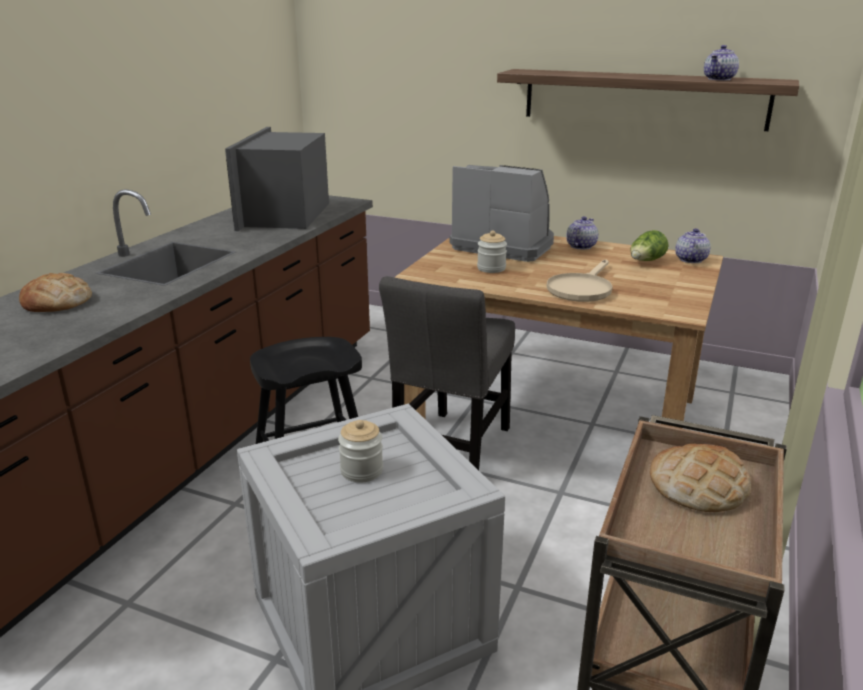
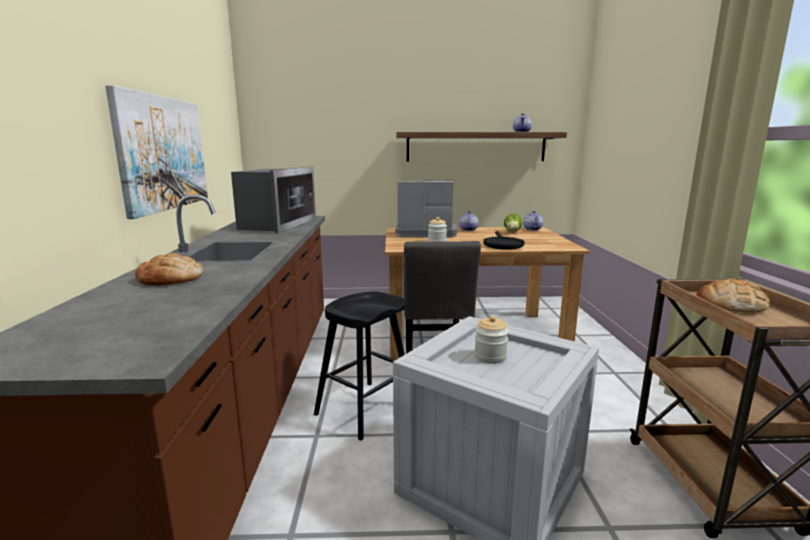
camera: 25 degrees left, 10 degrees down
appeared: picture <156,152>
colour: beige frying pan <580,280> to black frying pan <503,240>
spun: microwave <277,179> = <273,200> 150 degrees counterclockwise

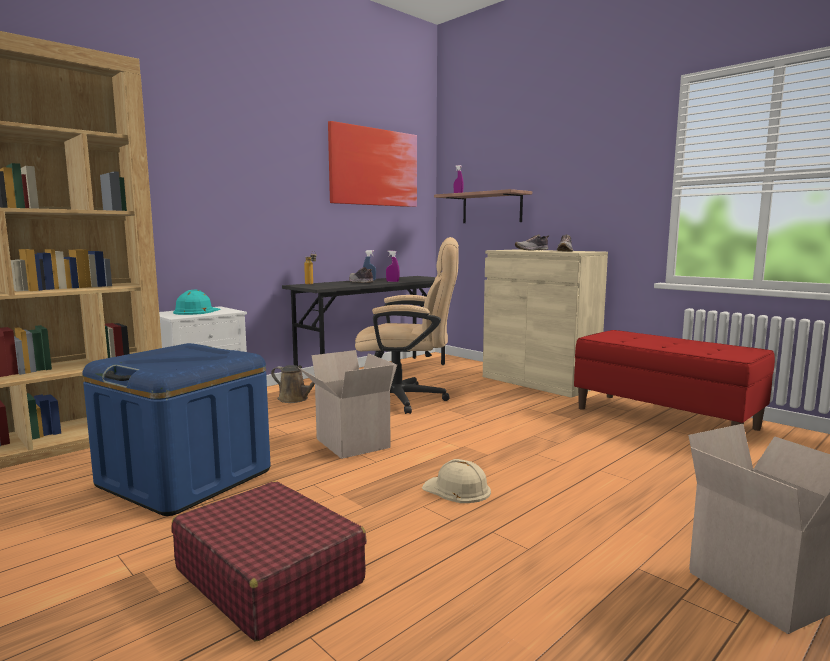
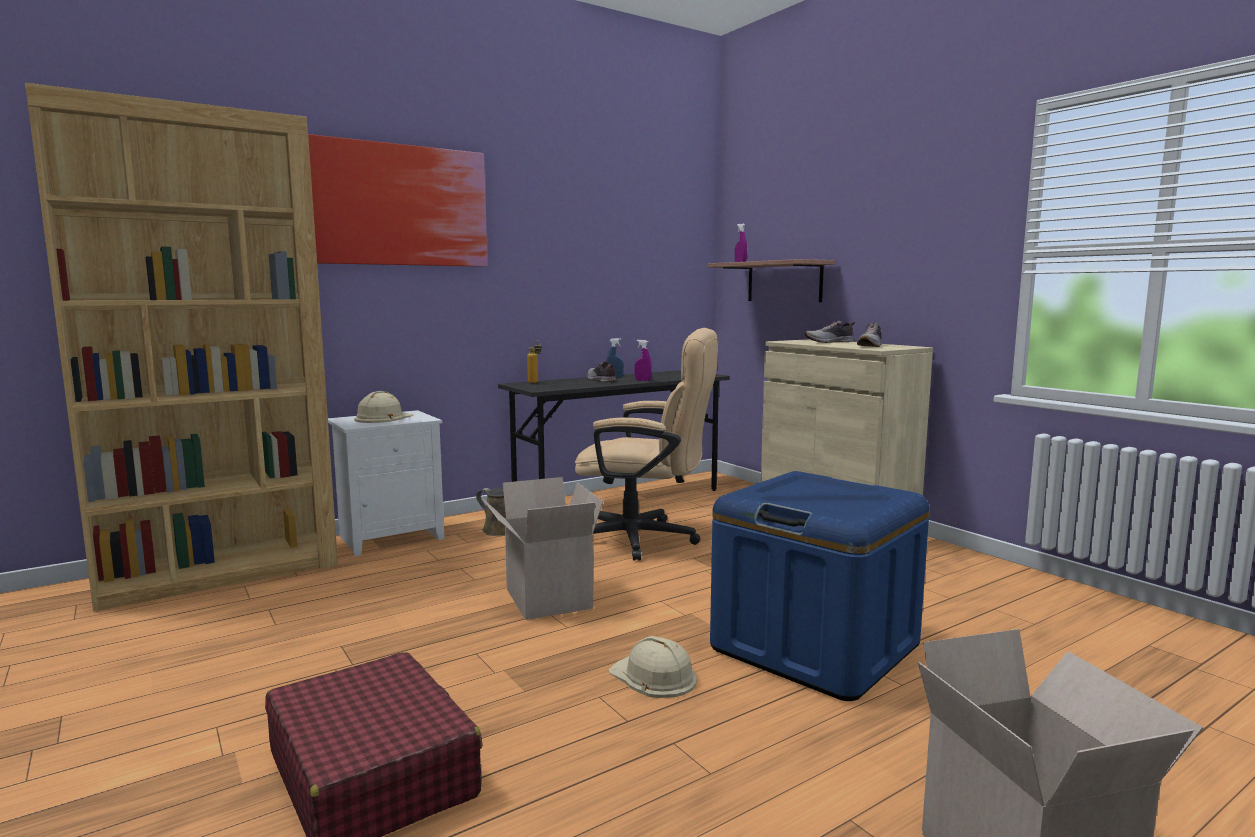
camera: 10 degrees right, 0 degrees up
missing: red bench <674,380>
relocated: blue storage box <176,429> to <820,586>; picture <372,164> to <398,200>
colour: turquoise hard hat <197,302> to beige hard hat <384,407>

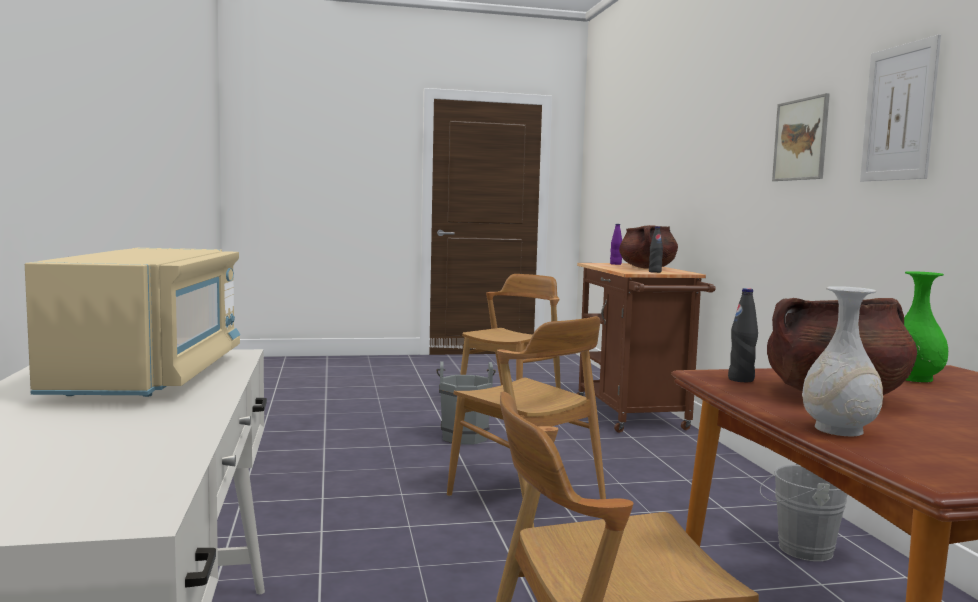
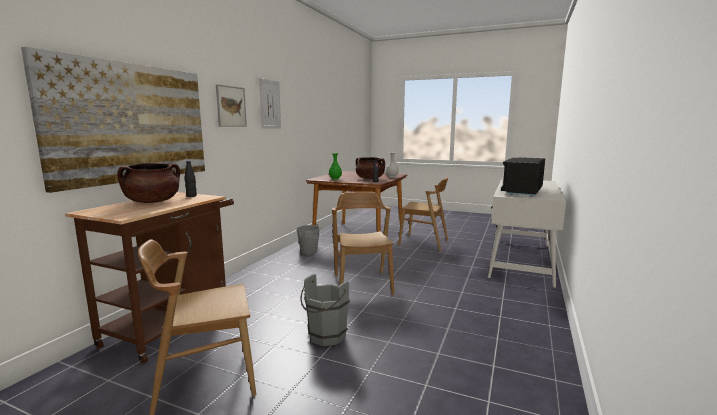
camera: 145 degrees left, 5 degrees up
missing: purple bottle <616,244>
appeared: picture <113,120>
colour: beige microwave <132,322> to black microwave <523,177>

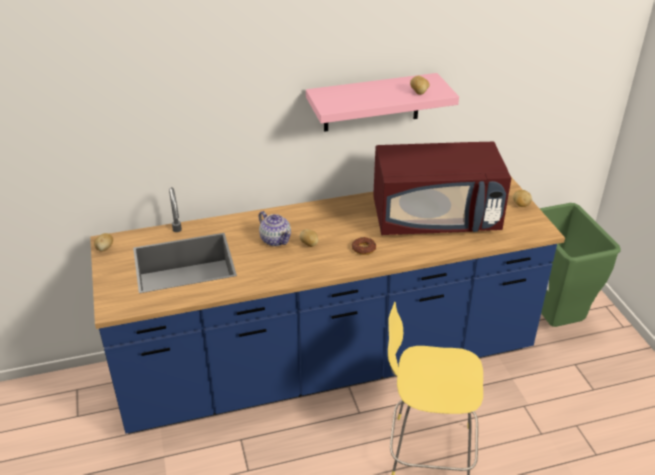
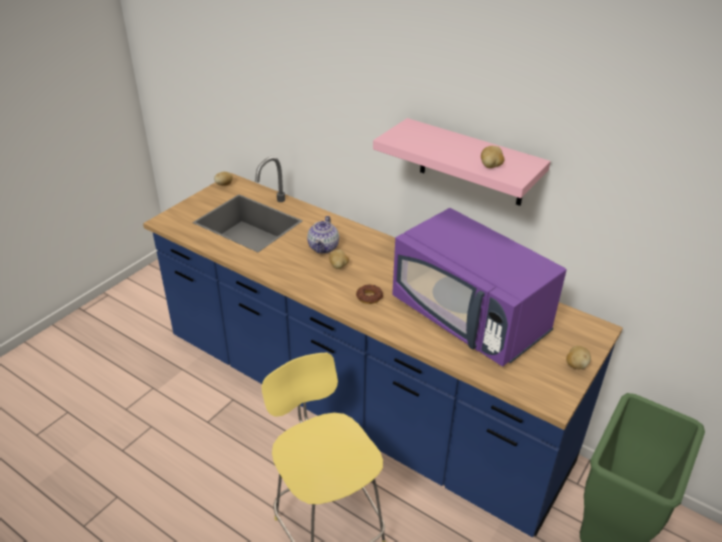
camera: 50 degrees right, 0 degrees up
colour: red microwave <442,188> to purple microwave <479,287>

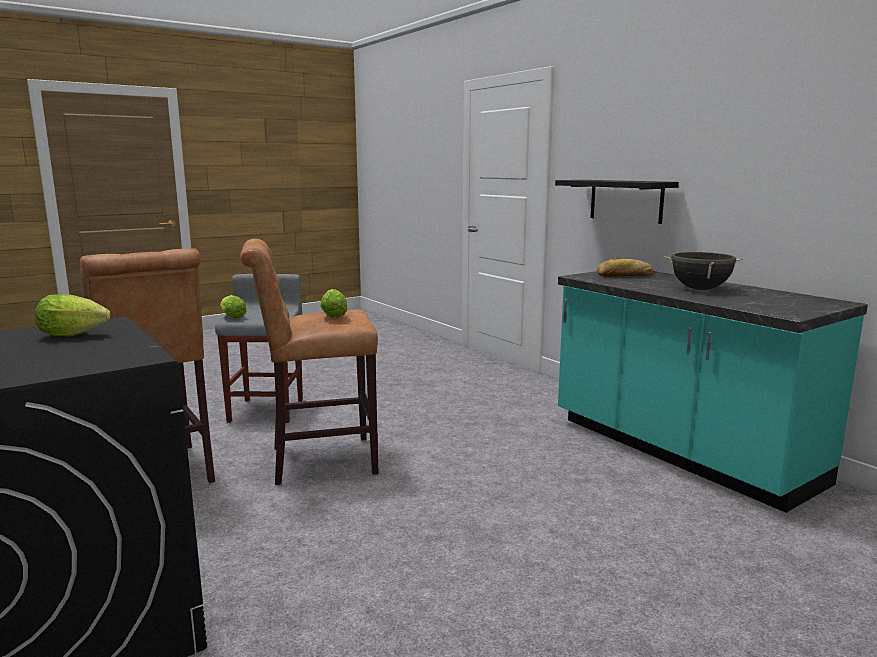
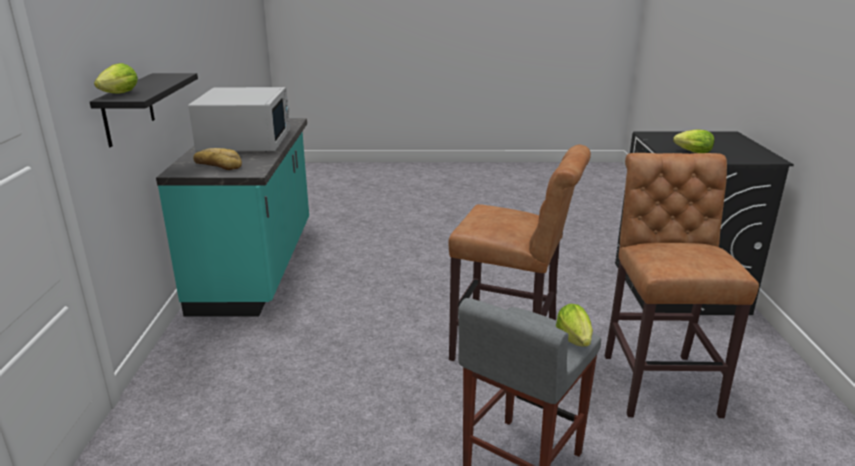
camera: 145 degrees left, 10 degrees up
relocated: lettuce <334,303> to <116,78>
exchanged: black cooking pot <703,271> to white microwave <239,119>

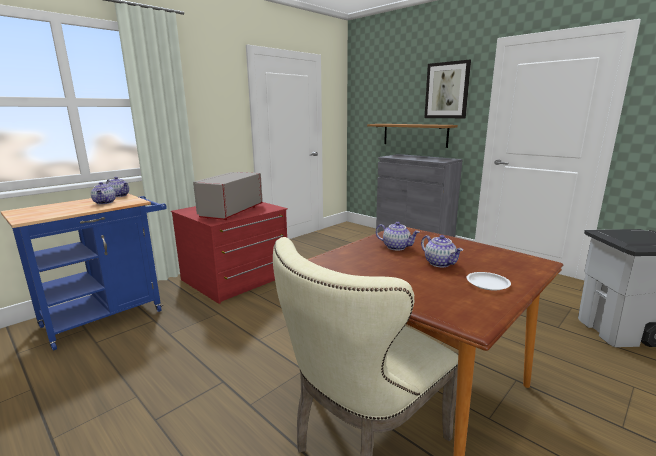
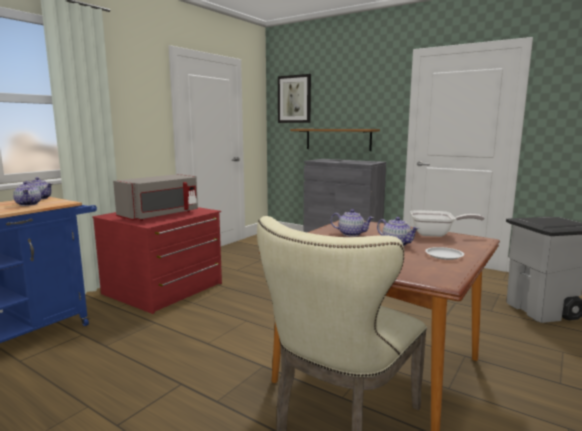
camera: 10 degrees left, 5 degrees down
appeared: frying pan <447,223>
relocated: picture <447,89> to <294,98>
spun: grey microwave <228,196> = <155,197> 150 degrees counterclockwise

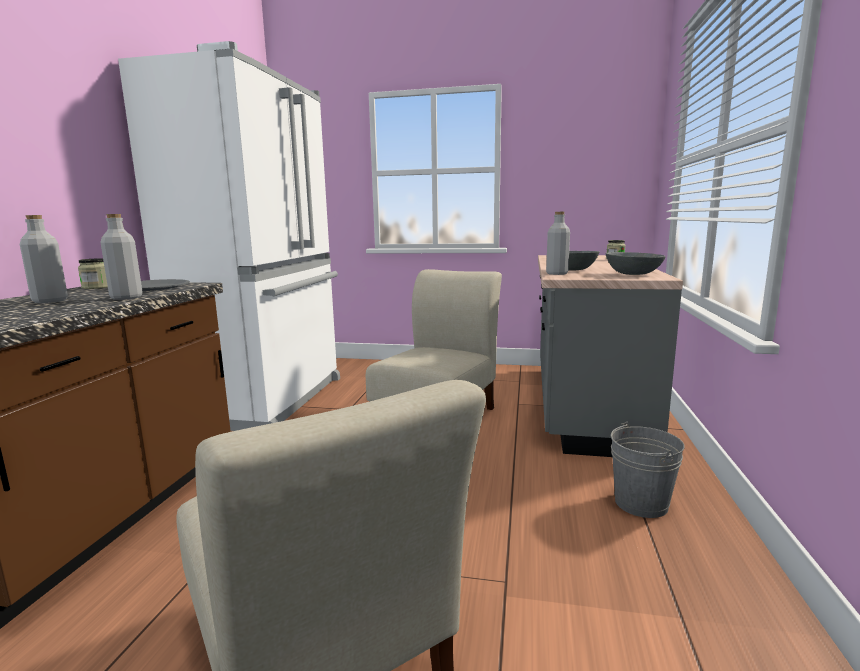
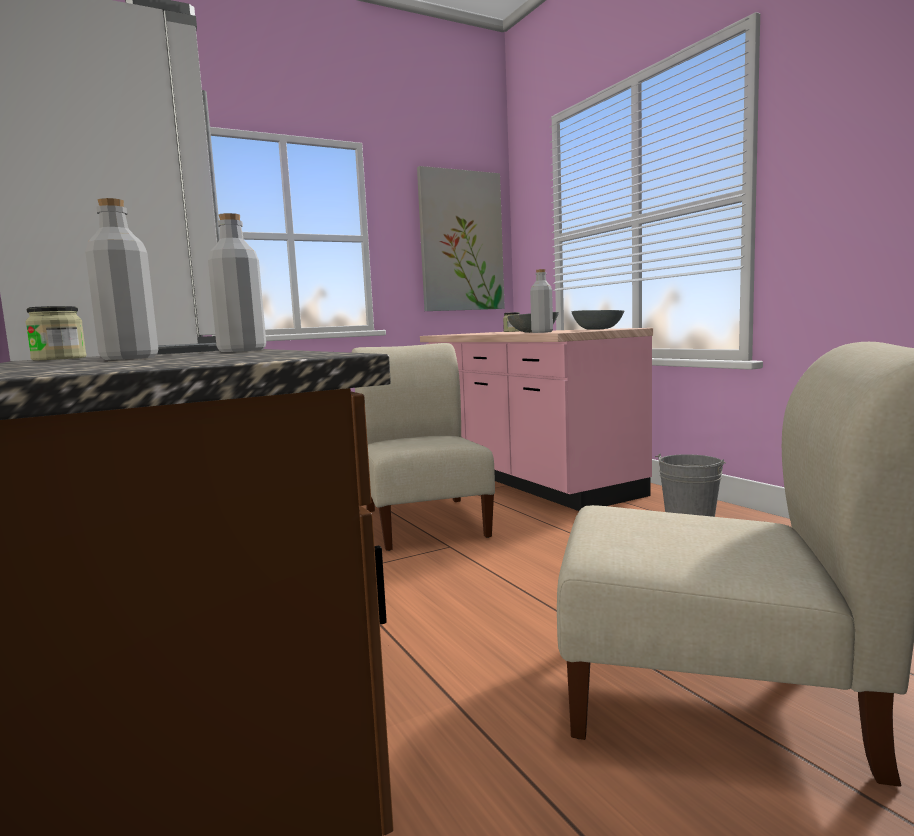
camera: 40 degrees left, 5 degrees down
appeared: picture <461,238>
colour: grey counter <610,356> to pink counter <536,419>

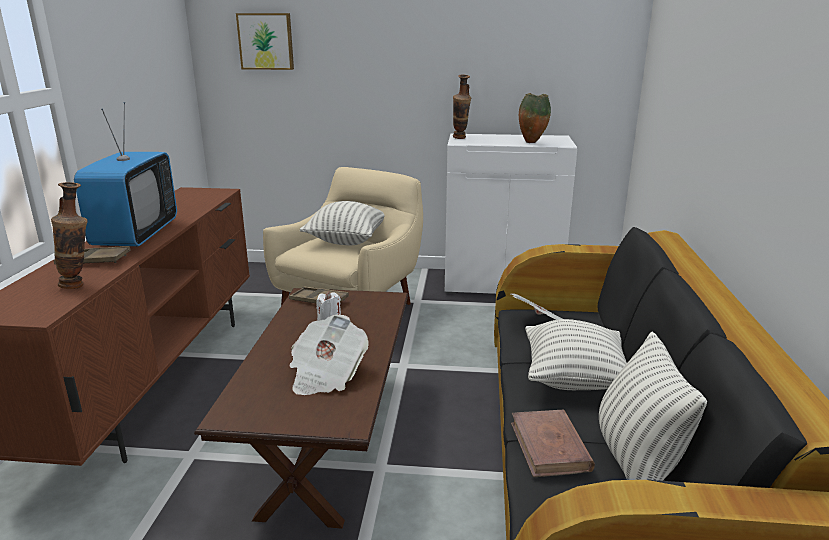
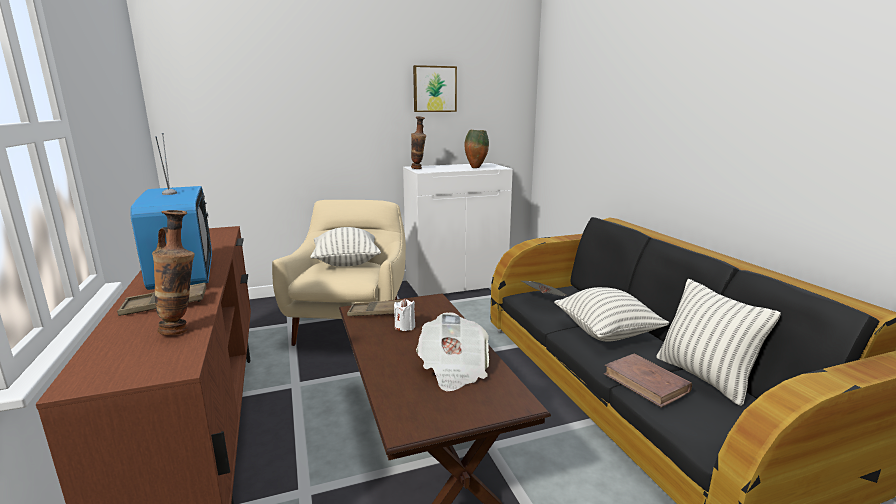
camera: 25 degrees left, 5 degrees down
relocated: picture <265,41> to <435,88>

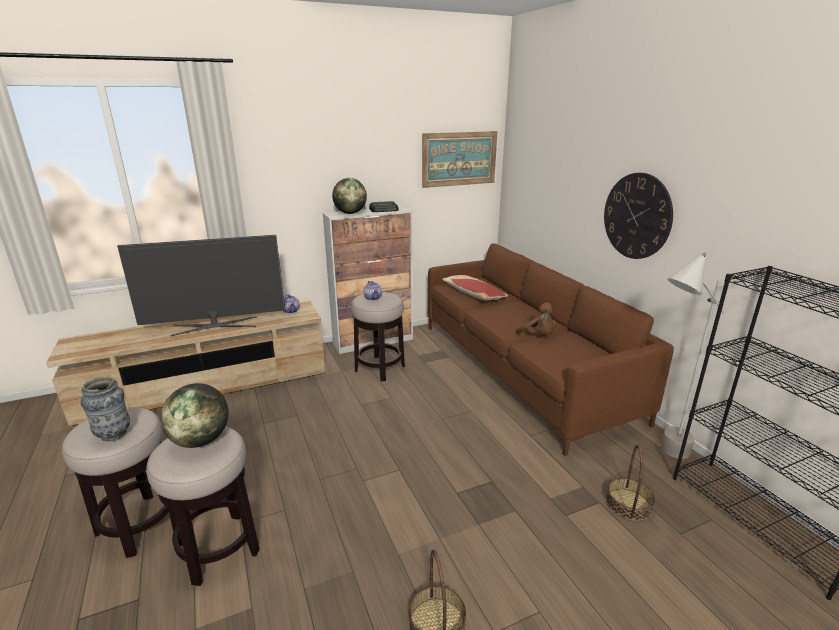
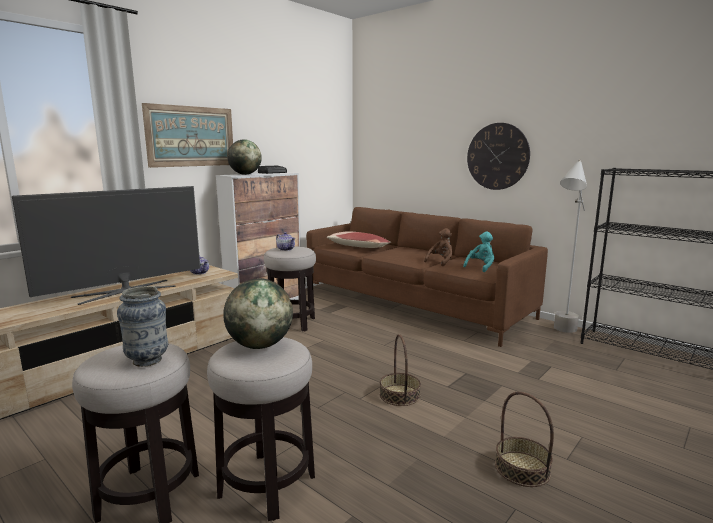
camera: 25 degrees left, 10 degrees down
appeared: turquoise plush toy <479,252>
relocated: picture <459,159> to <187,135>; basket <630,483> to <400,370>
spun: brown plush toy <536,318> = <438,247> 75 degrees counterclockwise

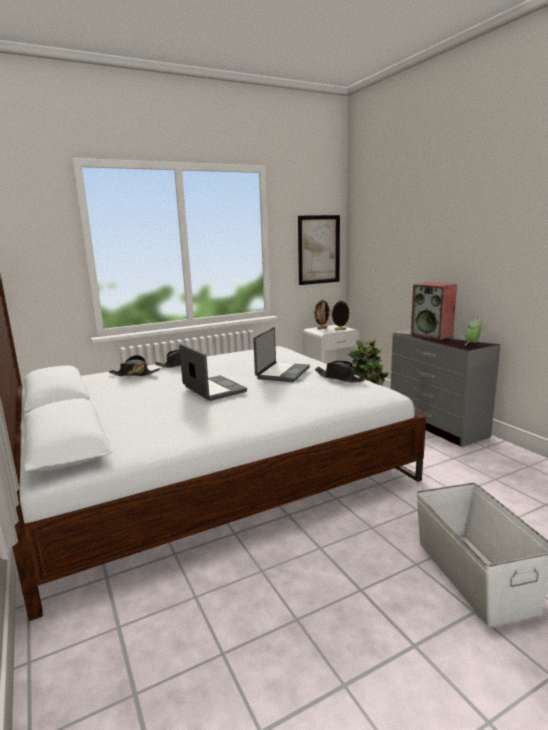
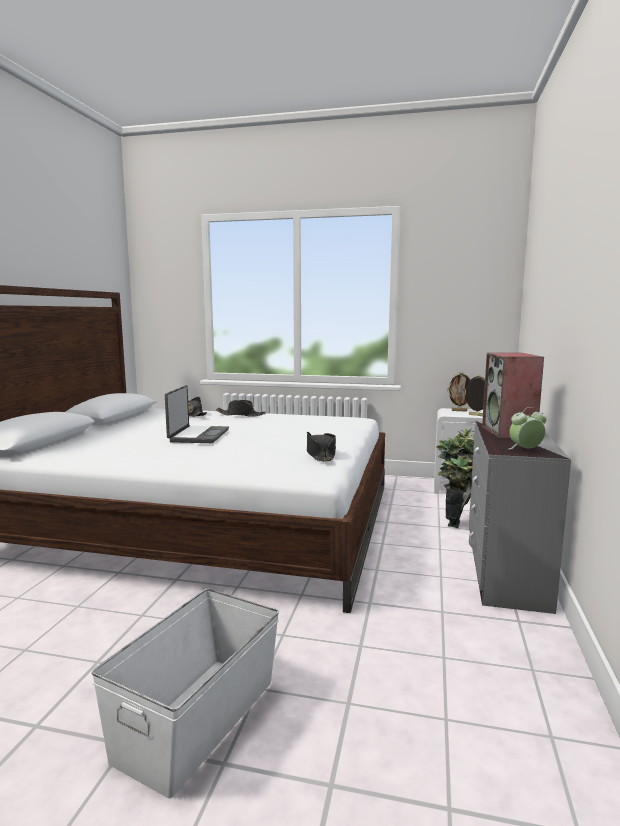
camera: 40 degrees right, 5 degrees down
missing: laptop <281,354>; picture <319,250>

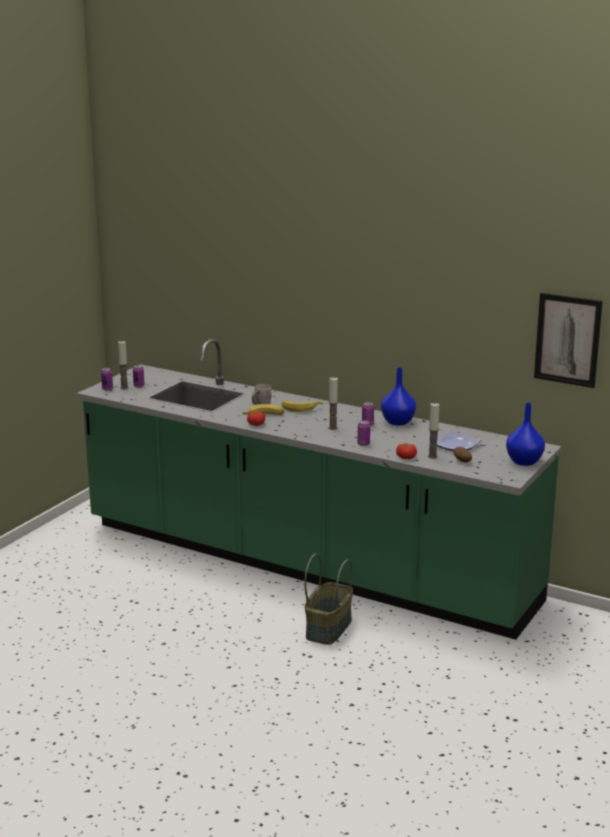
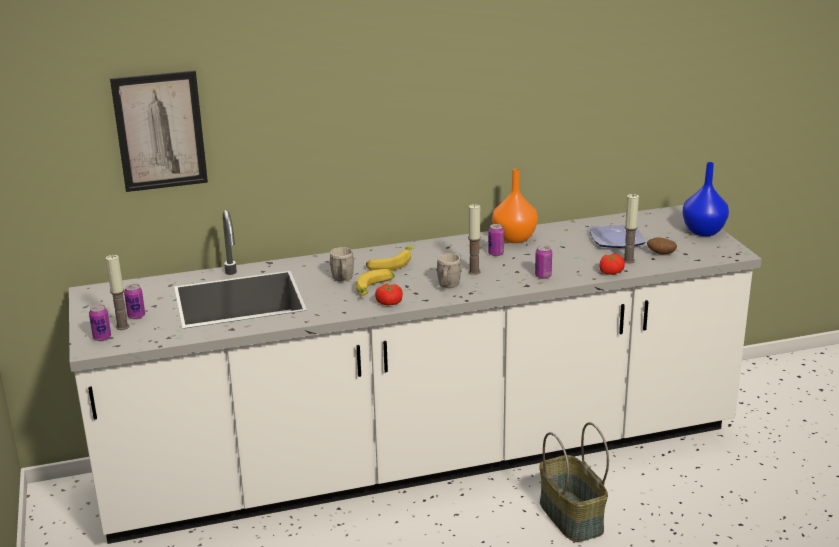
camera: 45 degrees left, 5 degrees up
appeared: grey mug <449,270>
relocated: picture <568,340> to <159,131>
colour: green counter <319,489> to white counter <415,374>; blue vase <398,396> to orange vase <515,206>

